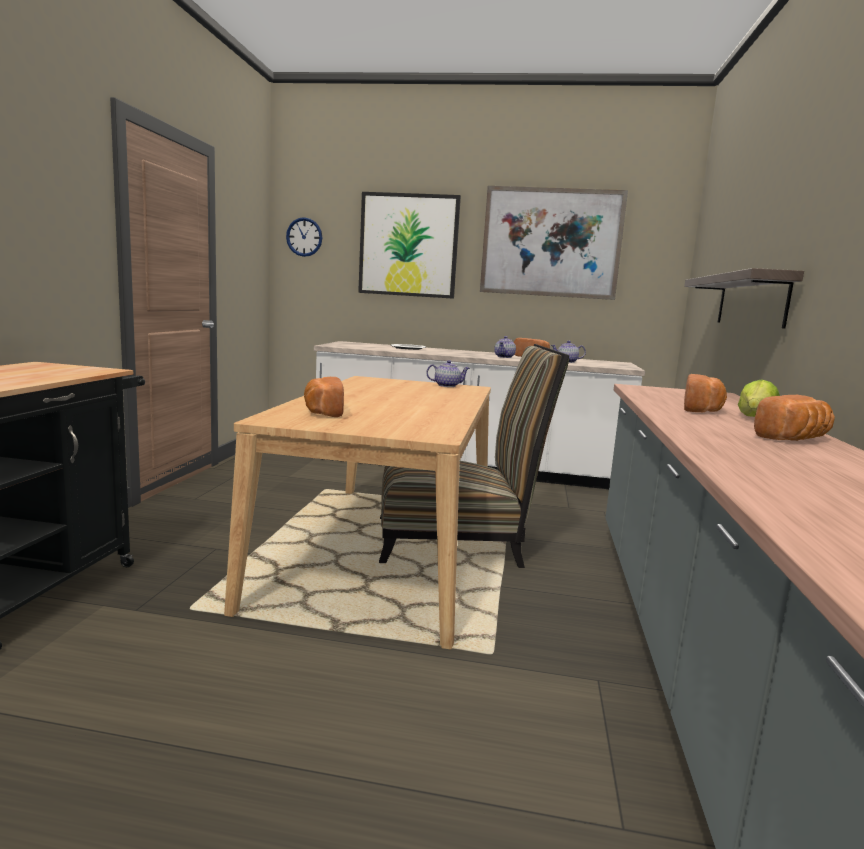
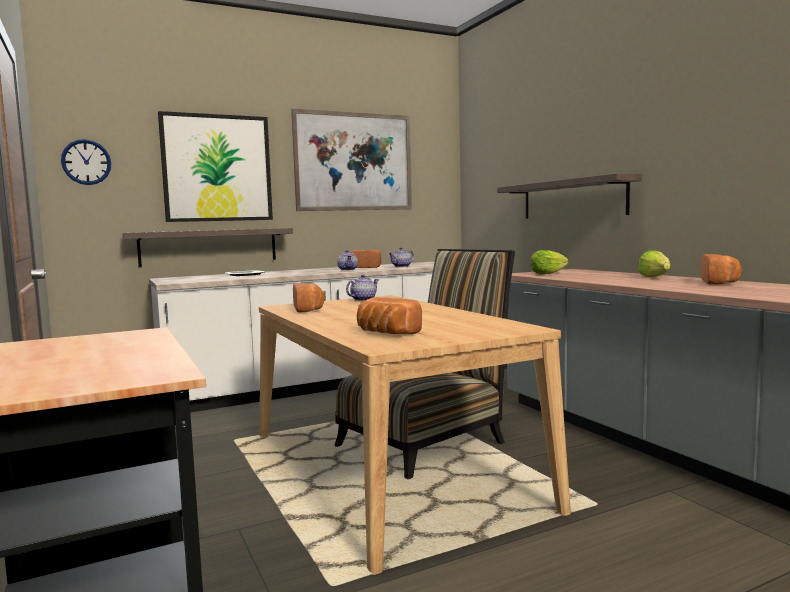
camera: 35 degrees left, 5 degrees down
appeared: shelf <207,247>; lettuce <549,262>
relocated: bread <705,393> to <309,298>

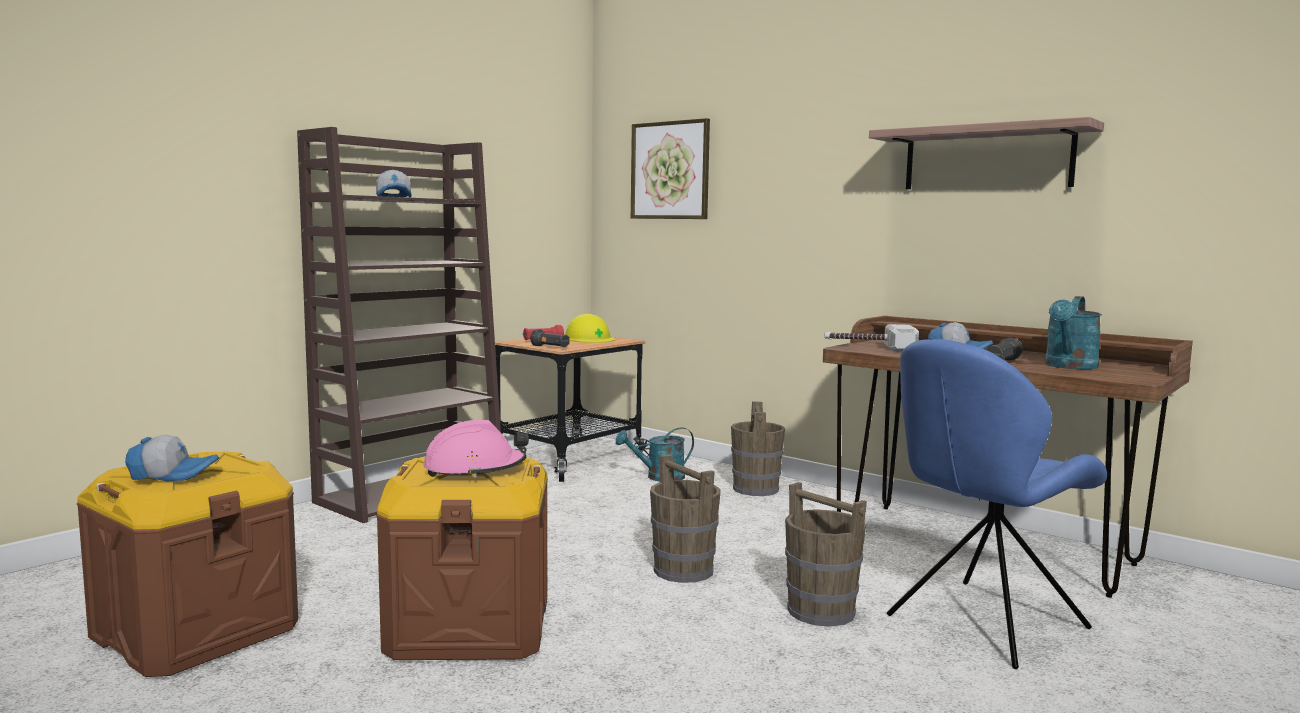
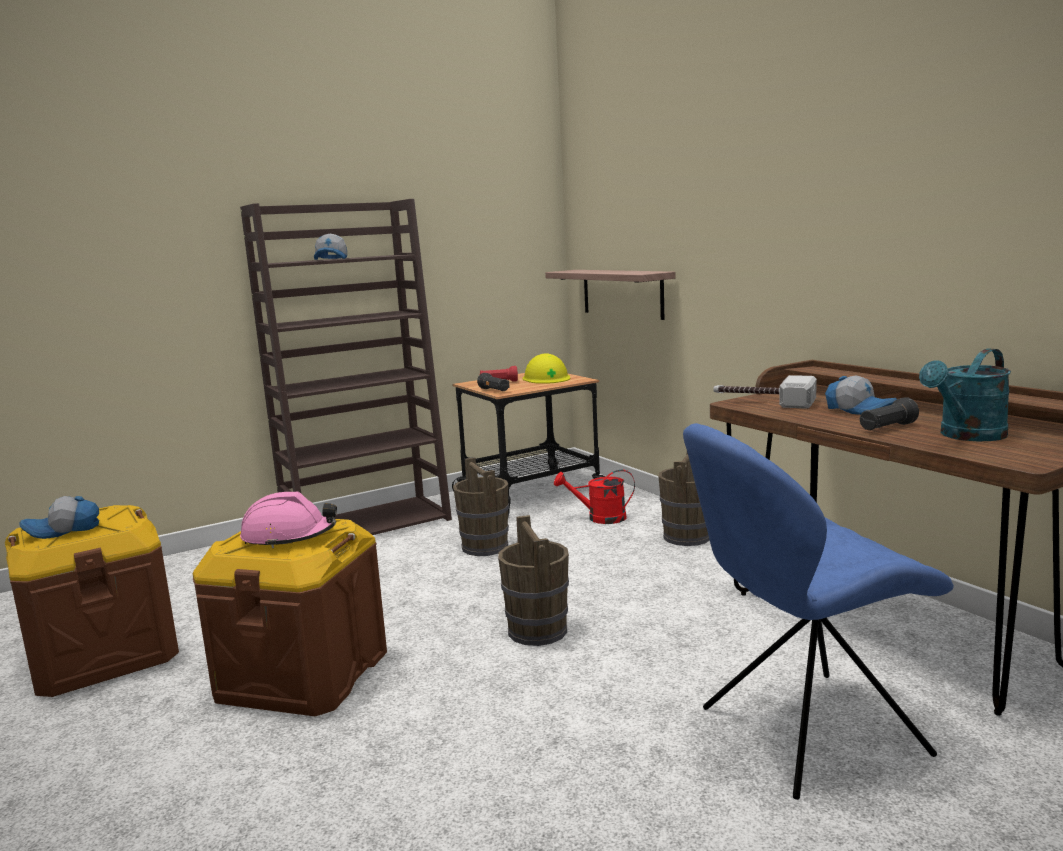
camera: 20 degrees right, 5 degrees up
missing: picture <670,168>
relocated: brown bucket <826,554> to <481,506>; shelf <986,153> to <610,295>
colour: turquoise watering can <655,454> to red watering can <594,497>
spun: cap <172,457> = <59,517> 150 degrees clockwise

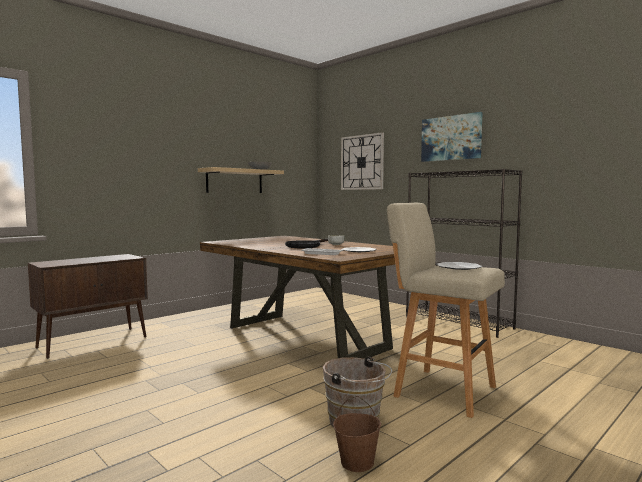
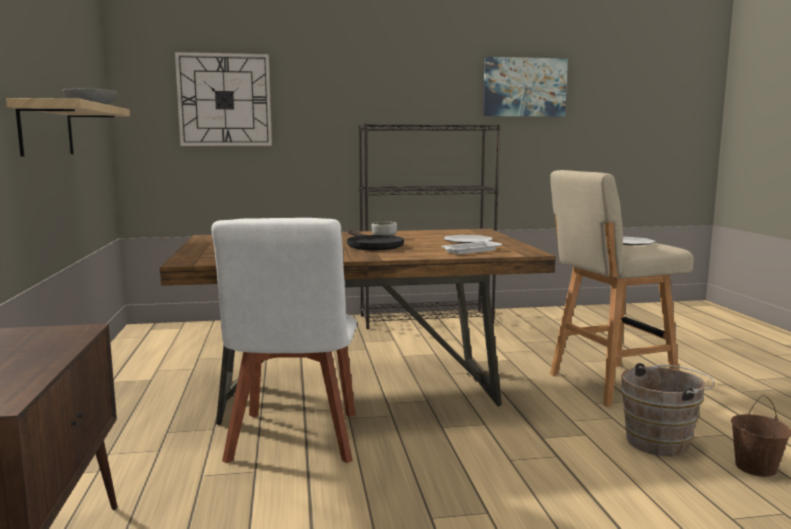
camera: 55 degrees left, 5 degrees up
appeared: white chair <284,340>
relocated: picture <451,137> to <525,87>

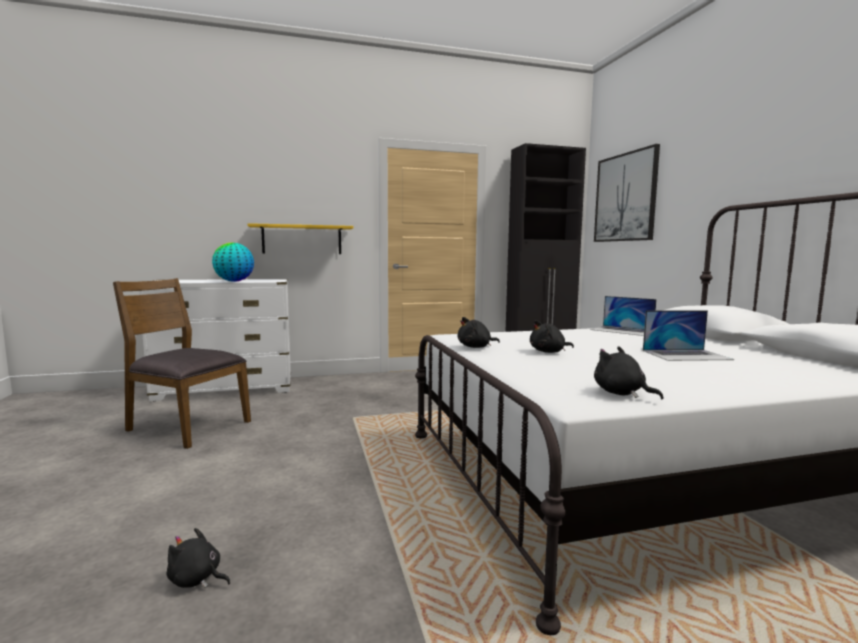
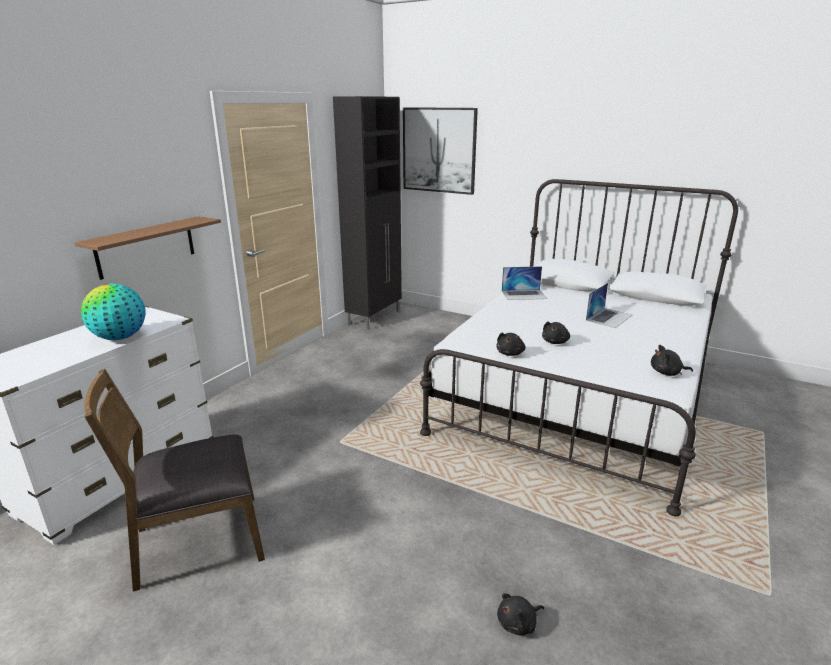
camera: 45 degrees left, 15 degrees up
colour: yellow shelf <301,238> to brown shelf <148,248>

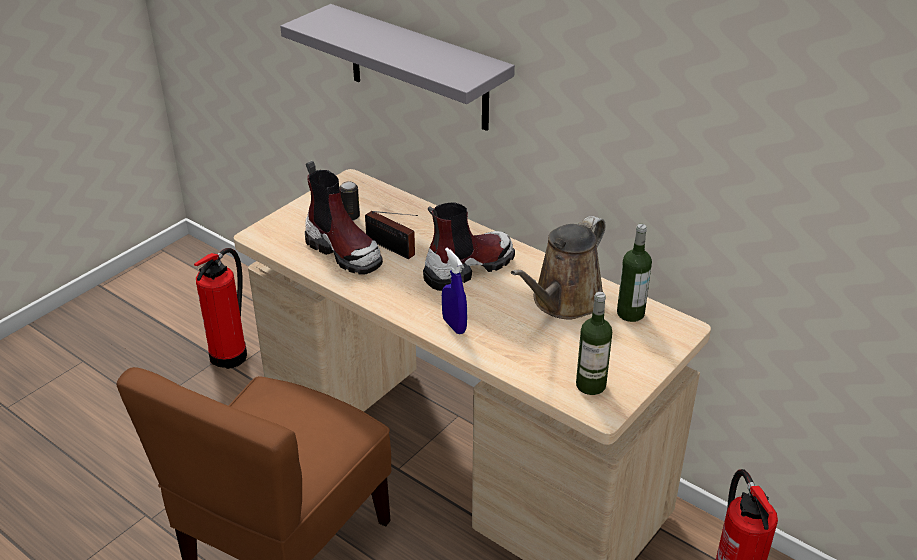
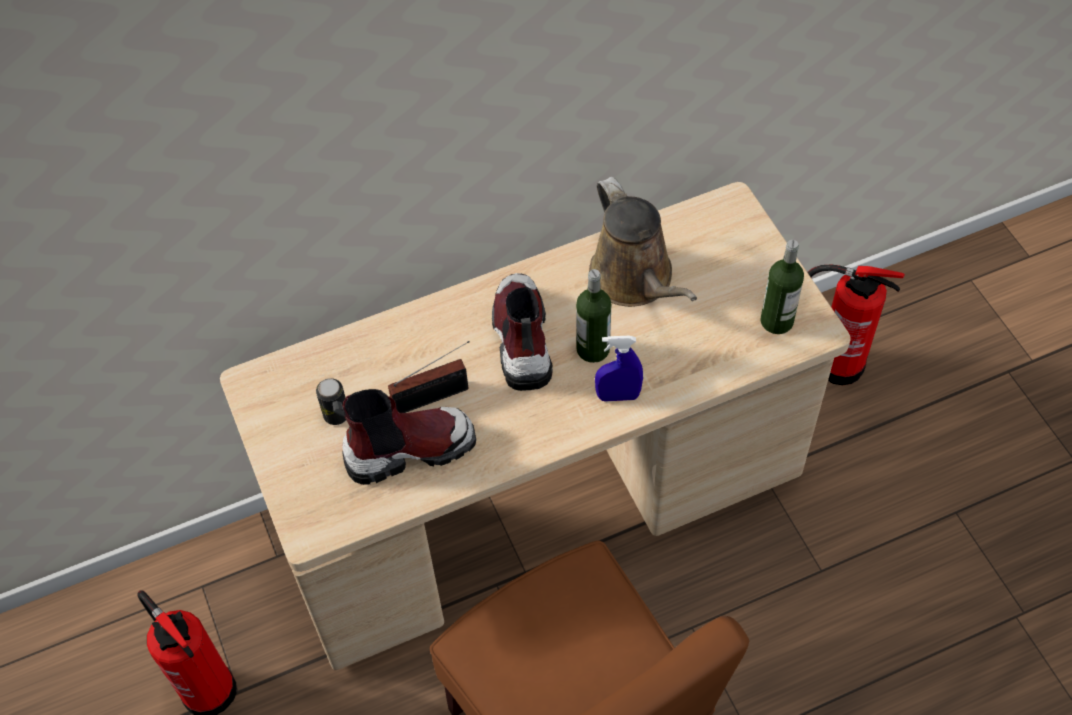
camera: 60 degrees left, 20 degrees up
missing: grey shelf <397,67>
relocated: bottle <634,273> to <593,316>

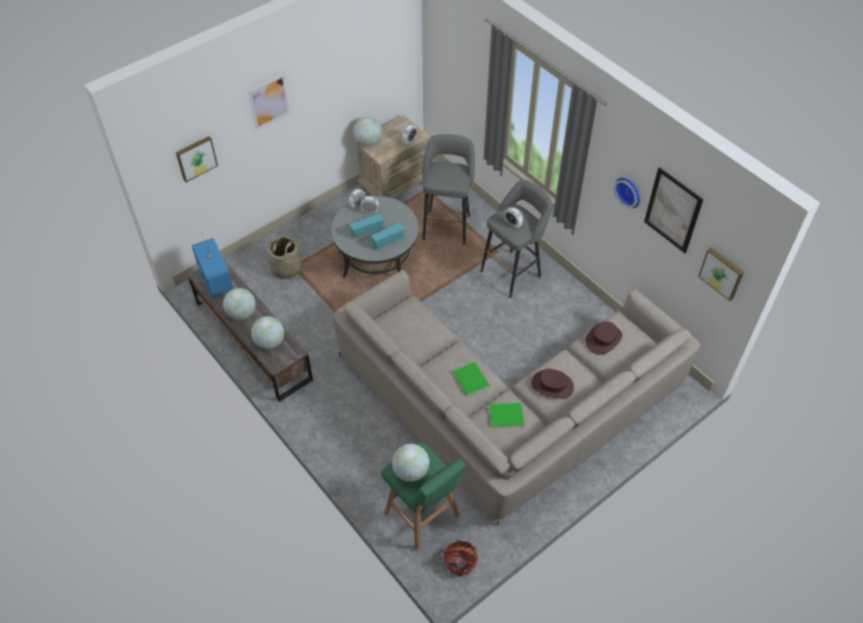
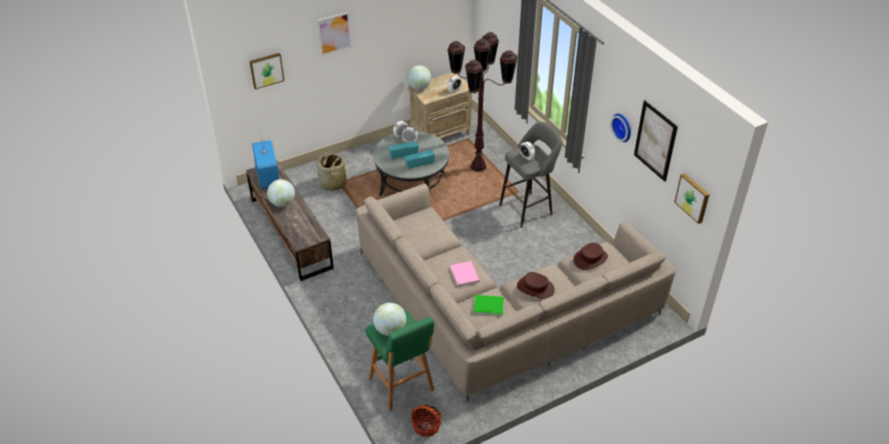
camera: 10 degrees right, 10 degrees down
missing: globe <267,332>
exchanged: grey stool <448,189> to brown floor lamp <483,102>
colour: green book <471,379> to pink book <465,274>

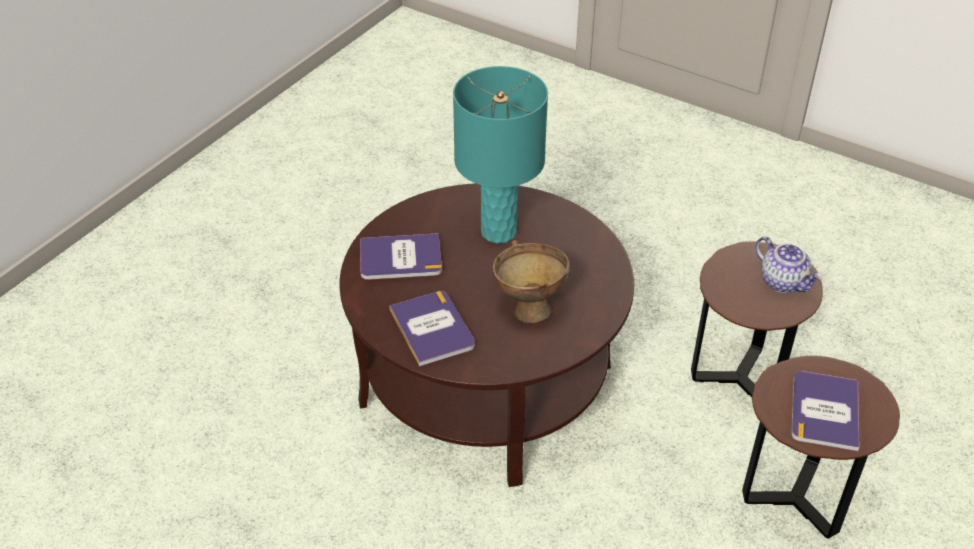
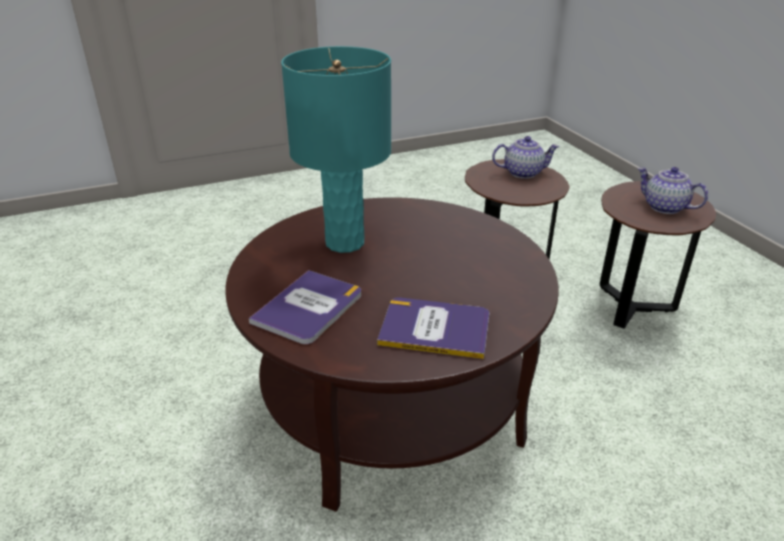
camera: 55 degrees left, 10 degrees down
missing: brown bowl <531,281>
exchanged: book <825,411> to teapot <672,190>

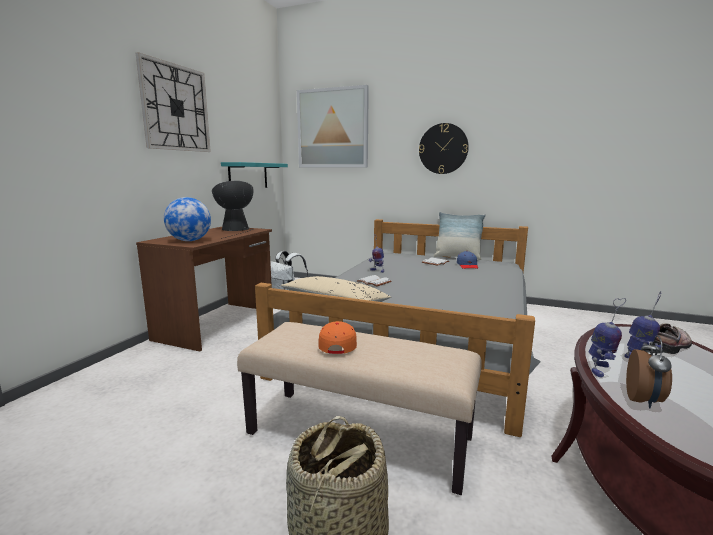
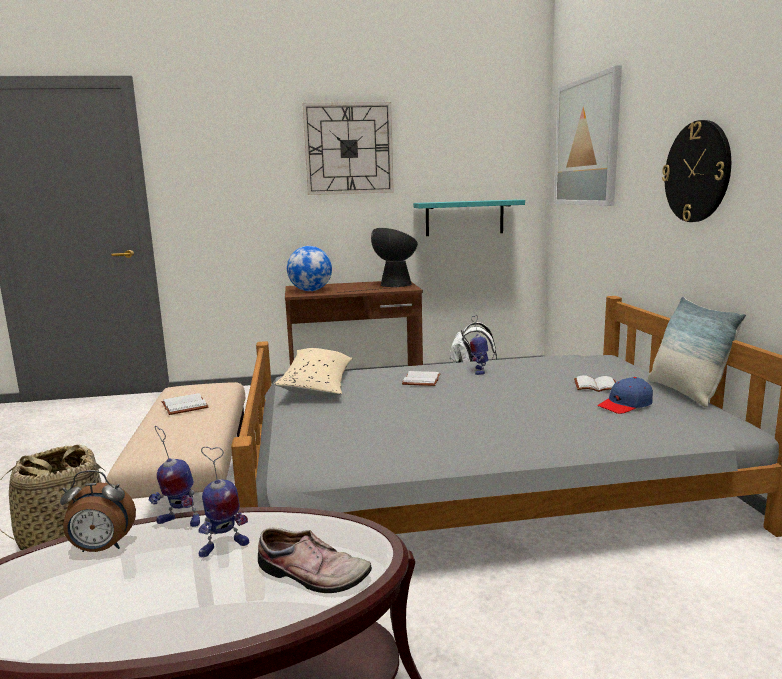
camera: 60 degrees right, 0 degrees up
exchanged: orange cap <337,337> to white book <185,404>

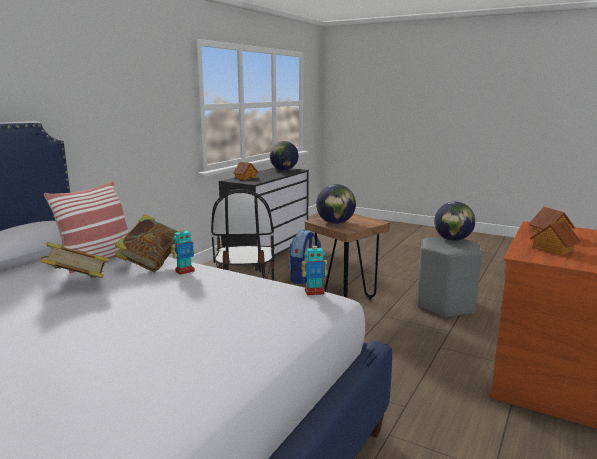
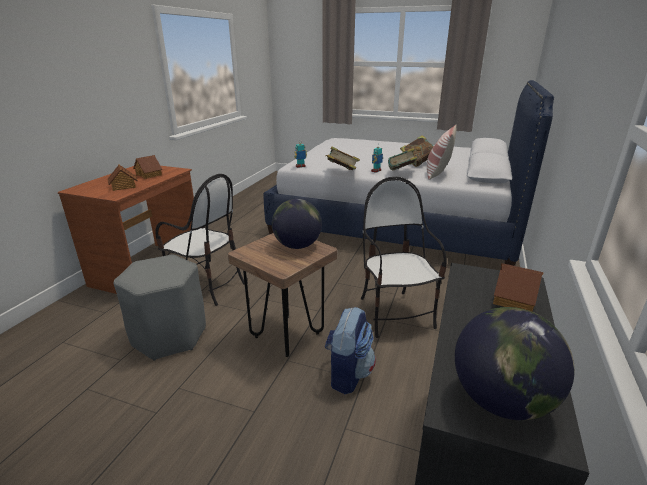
camera: 170 degrees right, 10 degrees up
missing: globe <454,221>
appeared: chair <200,240>; book <342,158>

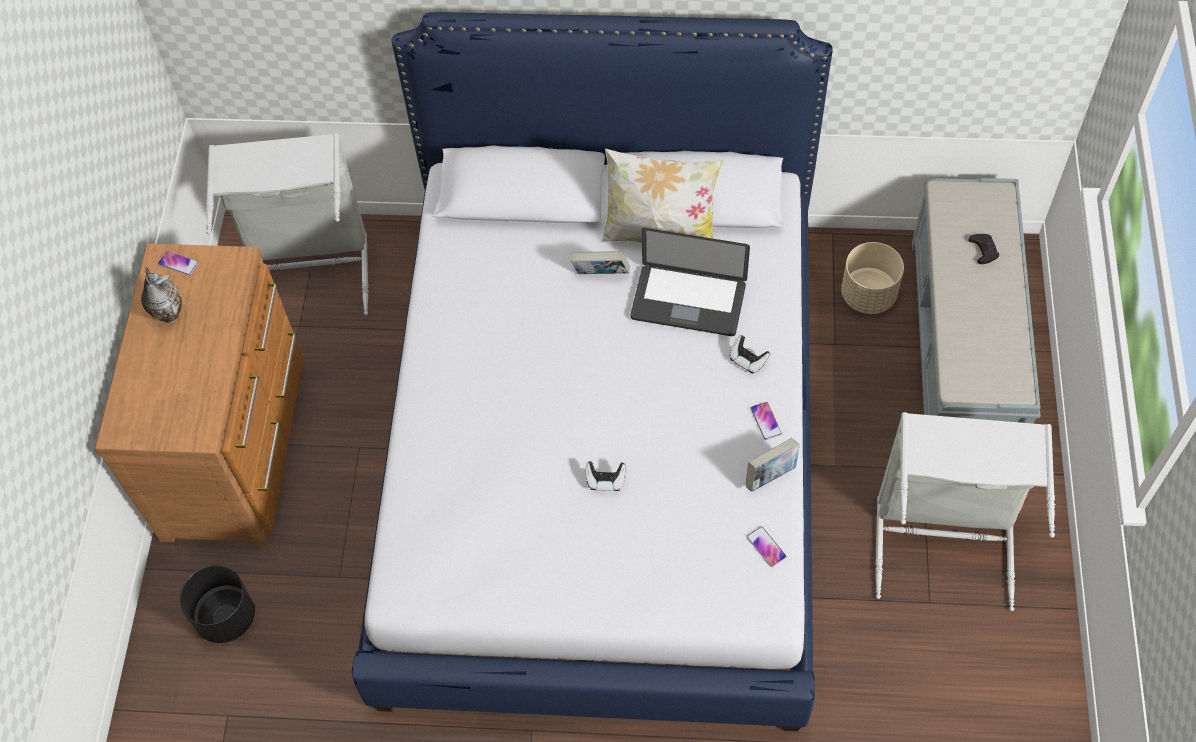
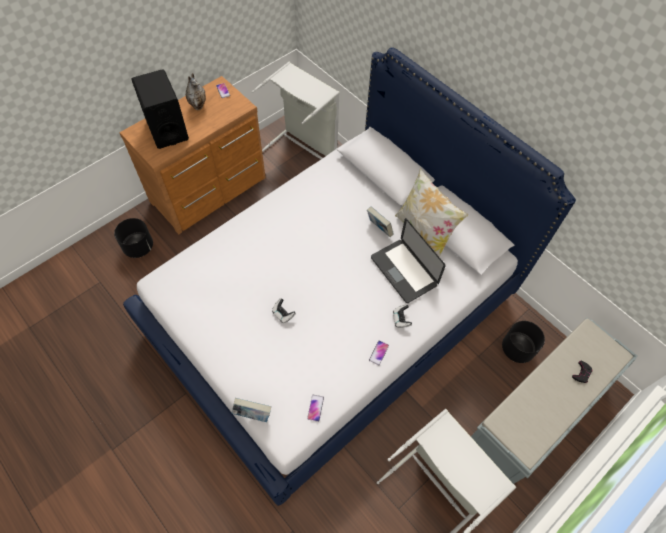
camera: 40 degrees right, 0 degrees up
appeared: black speaker <160,109>
relocated: book <773,465> to <251,410>
colour: beige planter <872,278> to black planter <523,342>

